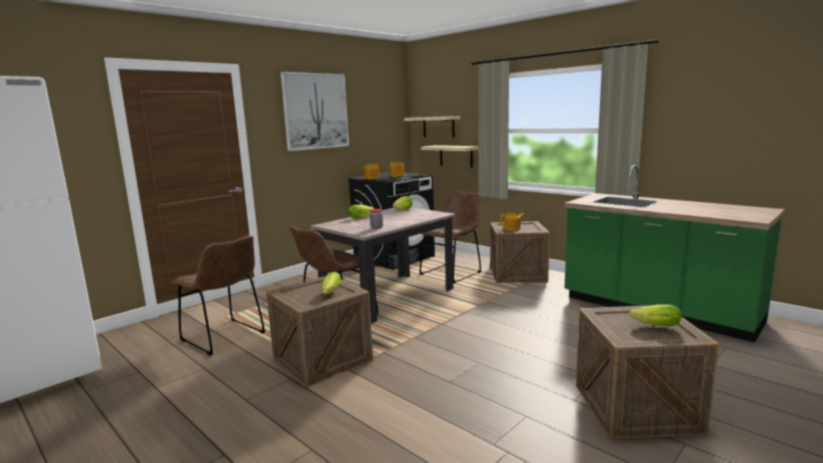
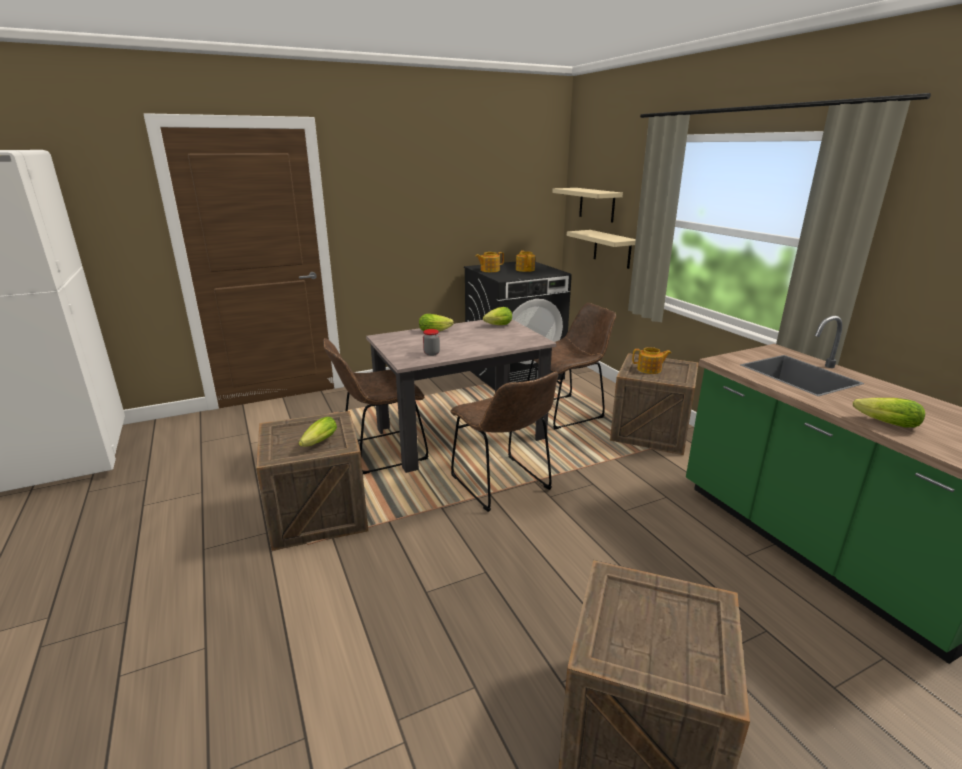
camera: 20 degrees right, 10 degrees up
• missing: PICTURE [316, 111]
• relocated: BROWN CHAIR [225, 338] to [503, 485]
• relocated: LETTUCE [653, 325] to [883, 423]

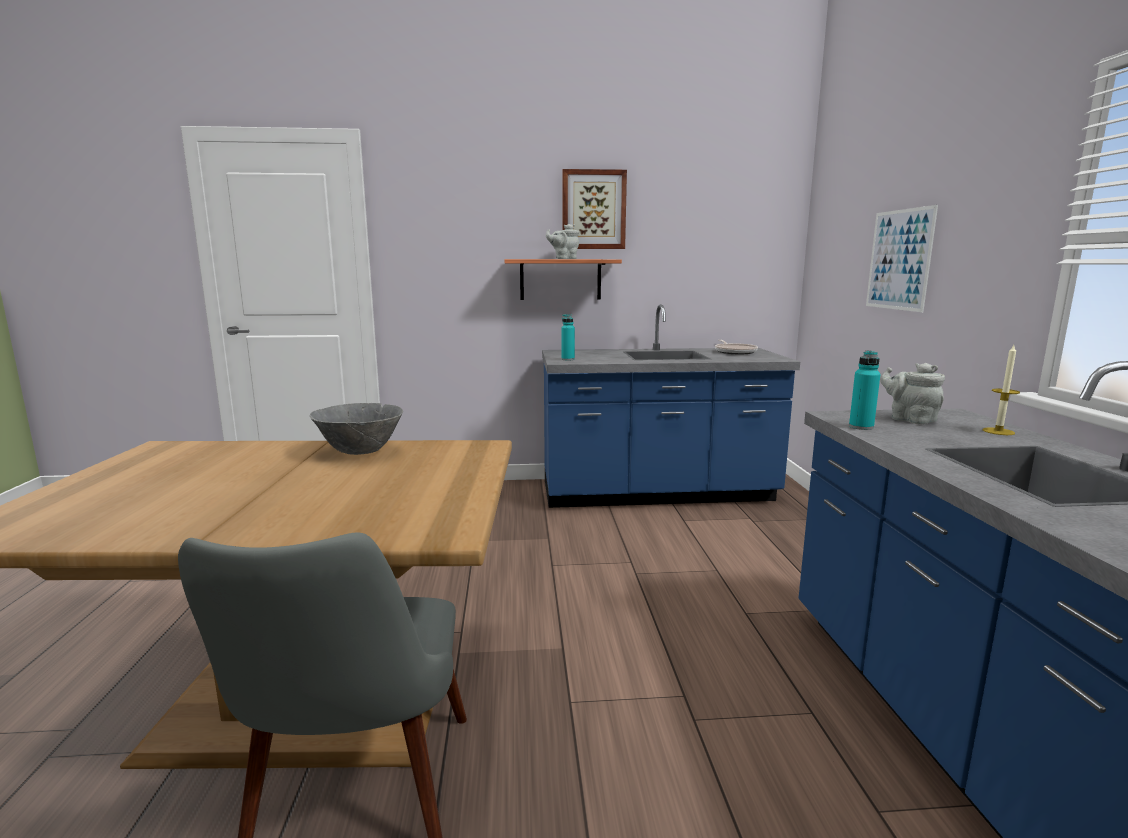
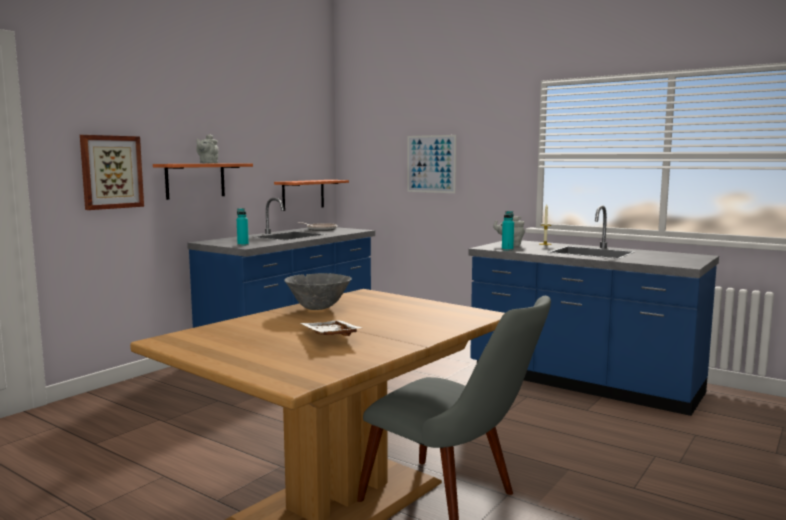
camera: 50 degrees left, 5 degrees down
• appeared: SHELF [303, 194]
• appeared: WHITE TRAY [329, 337]
• relocated: PICTURE [593, 210] to [111, 172]

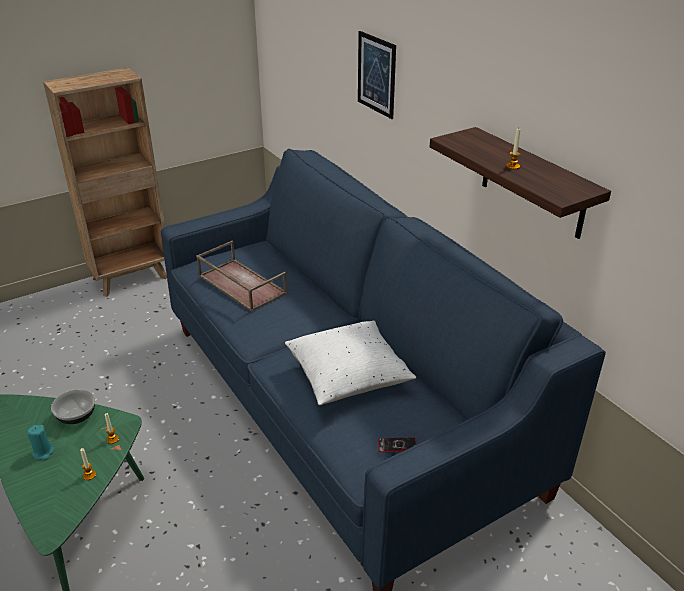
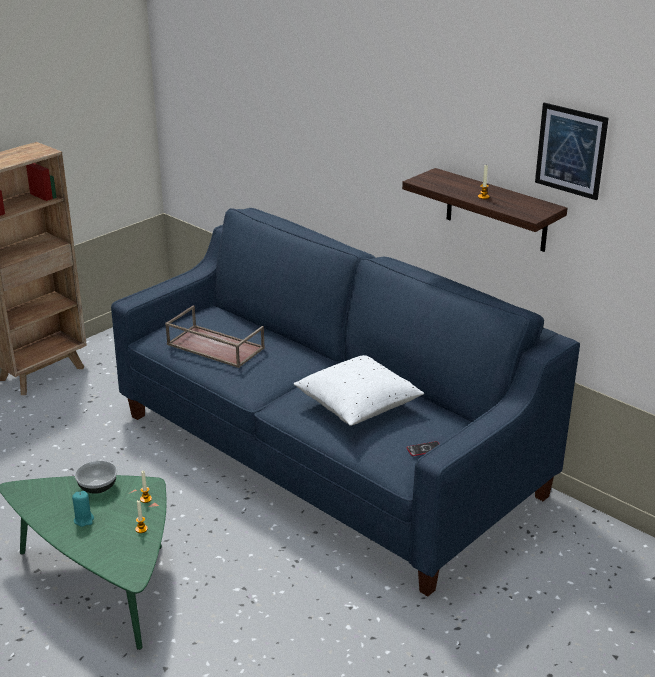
camera: 15 degrees left, 5 degrees down
• relocated: PICTURE [376, 74] to [570, 151]

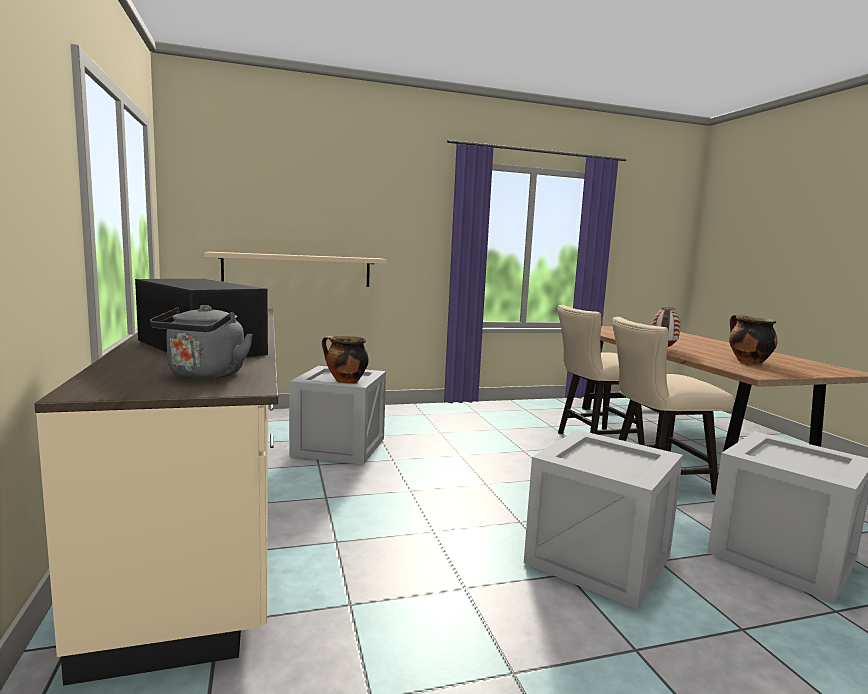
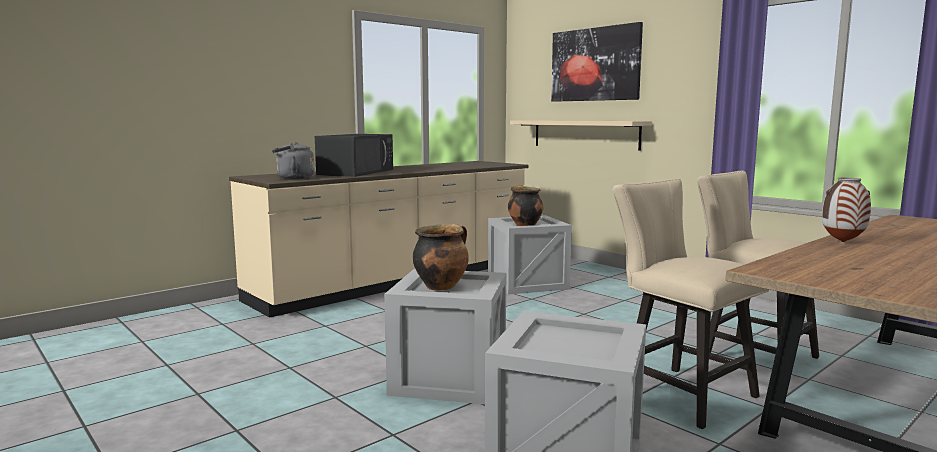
camera: 65 degrees right, 0 degrees up
• appeared: PICTURE [595, 64]
• relocated: COOKING POT [748, 362] to [441, 286]

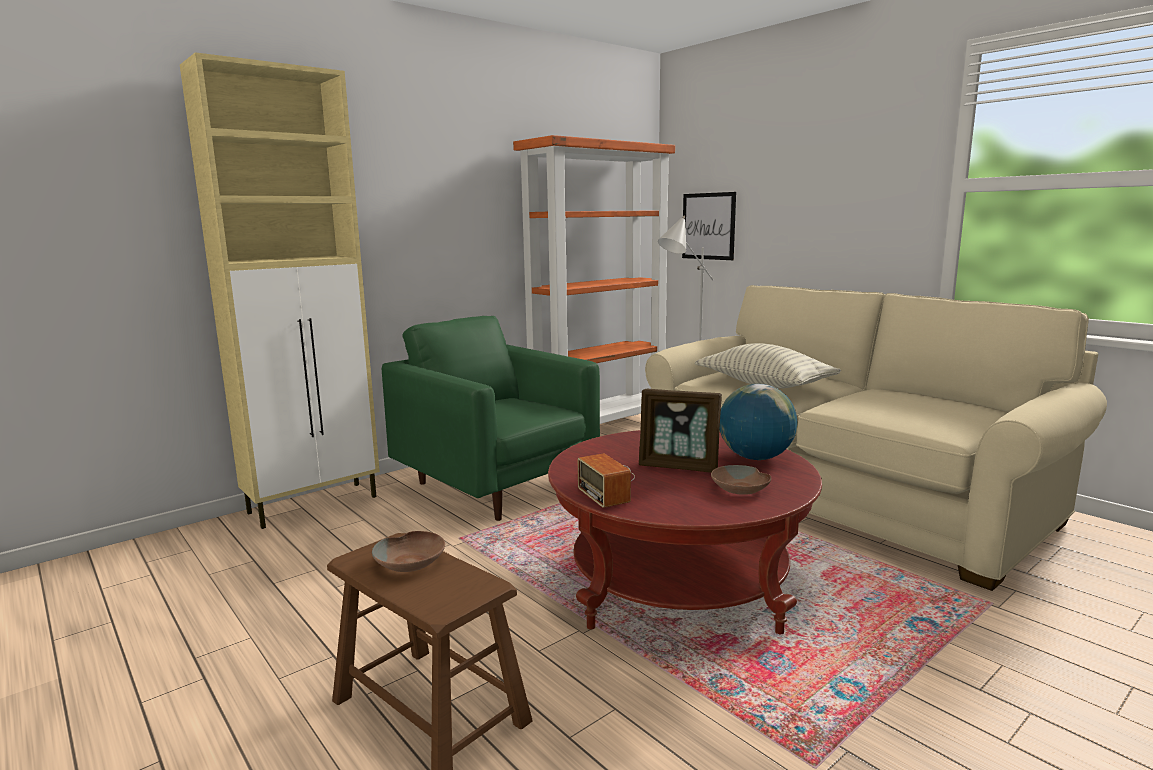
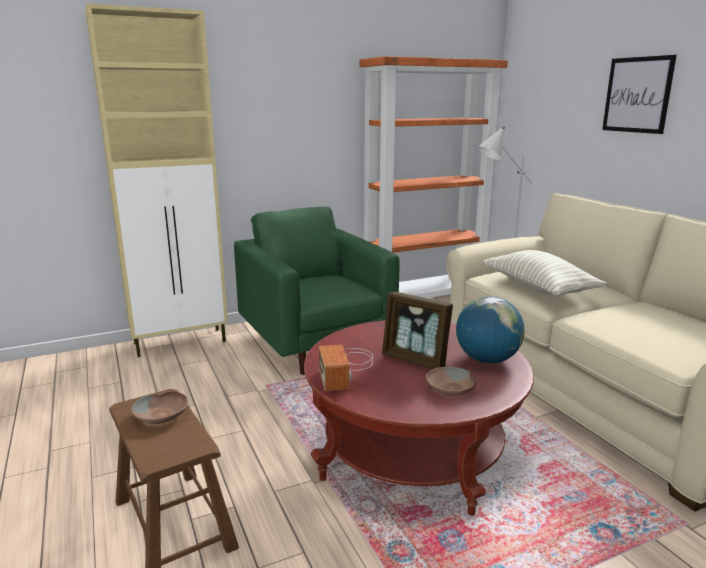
camera: 15 degrees right, 5 degrees up
• relocated: PICTURE [708, 226] to [637, 95]

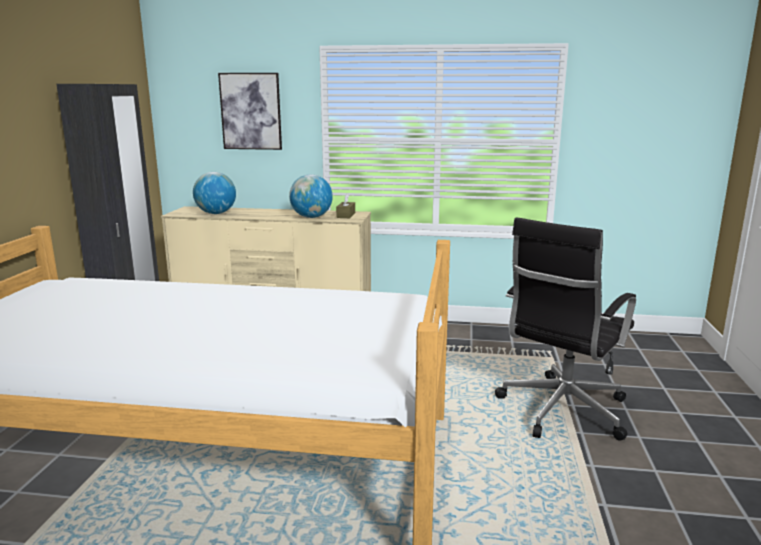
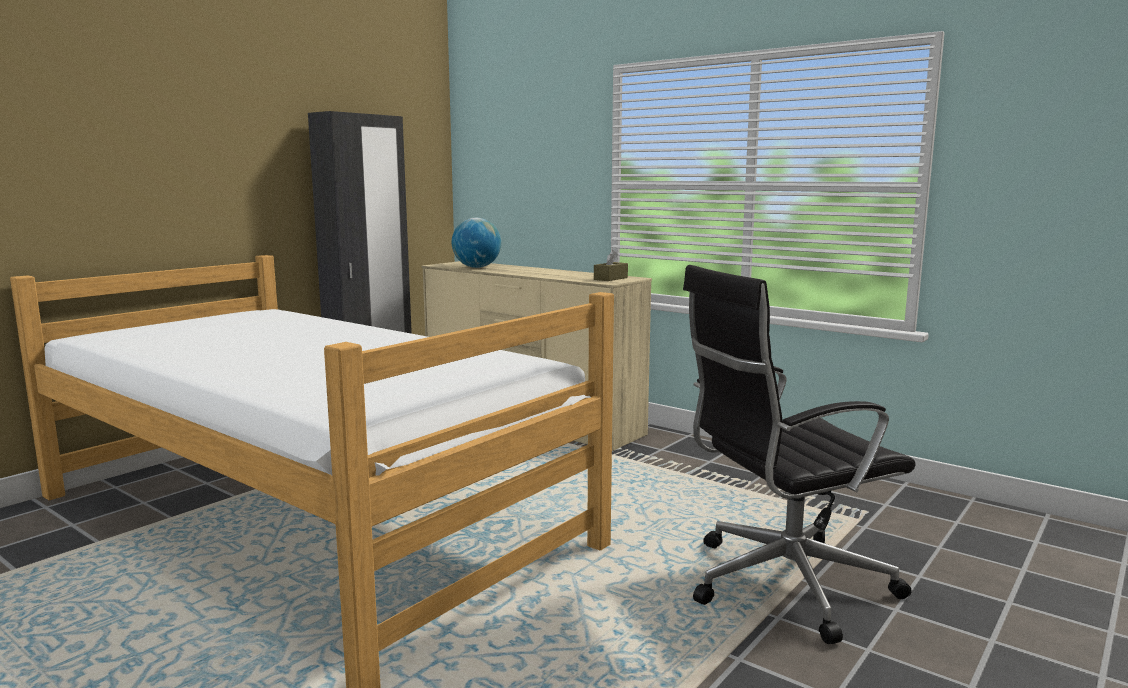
camera: 30 degrees right, 5 degrees down
• missing: PICTURE [251, 111]
• missing: GLOBE [311, 217]

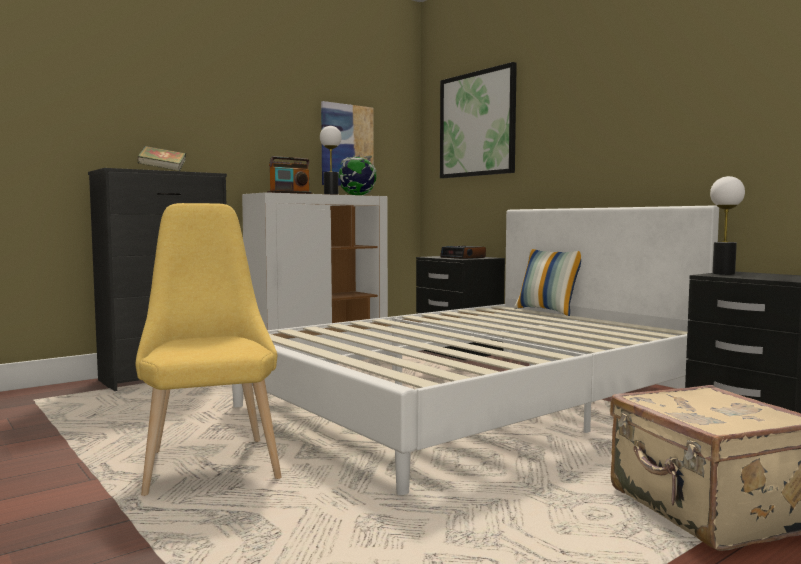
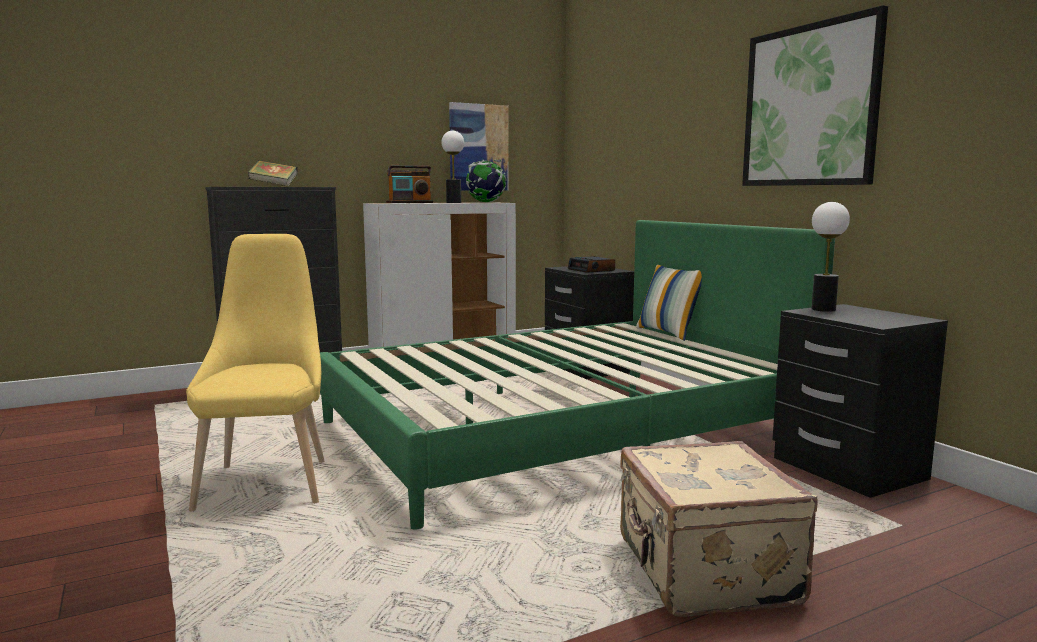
camera: 10 degrees right, 5 degrees up
• relocated: PICTURE [477, 124] to [809, 106]
• colour: WHITE BED [476, 402] to GREEN BED [561, 430]

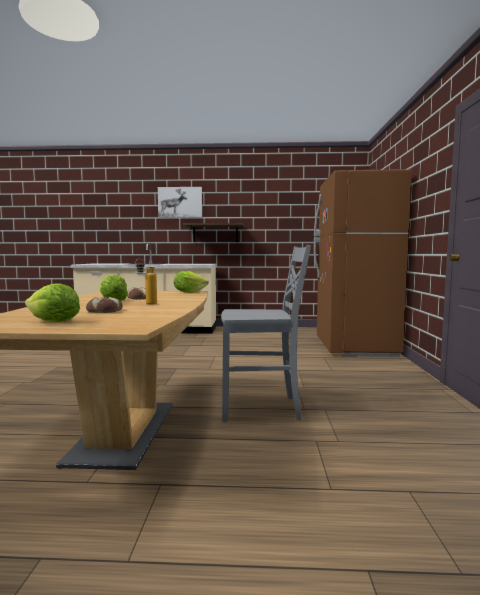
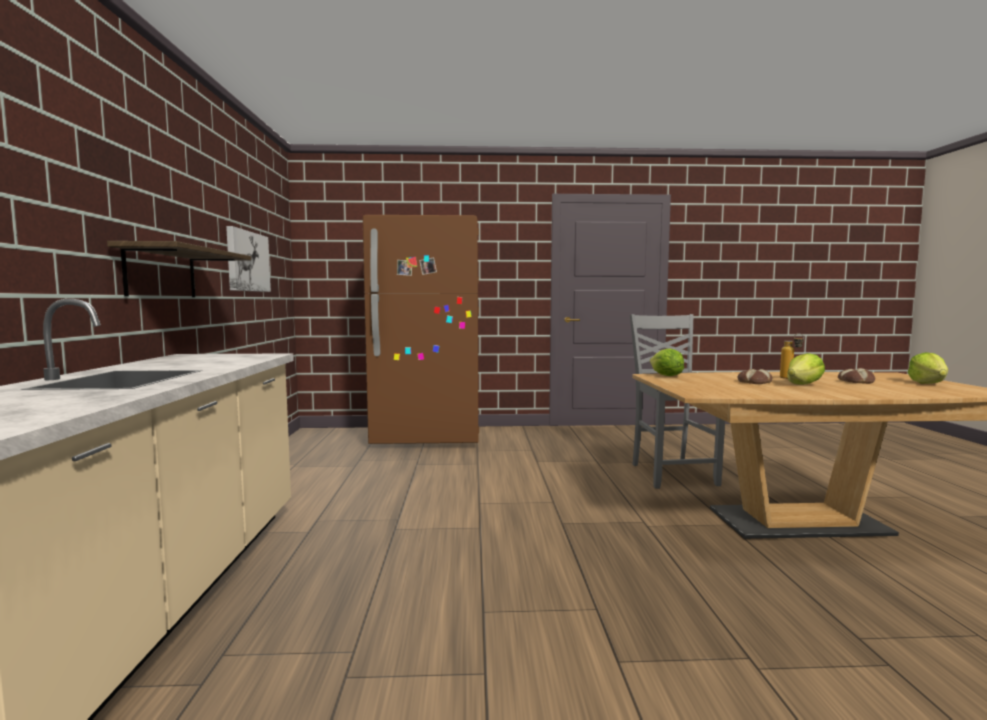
camera: 95 degrees left, 0 degrees up
• relocated: PICTURE [180, 202] to [247, 261]

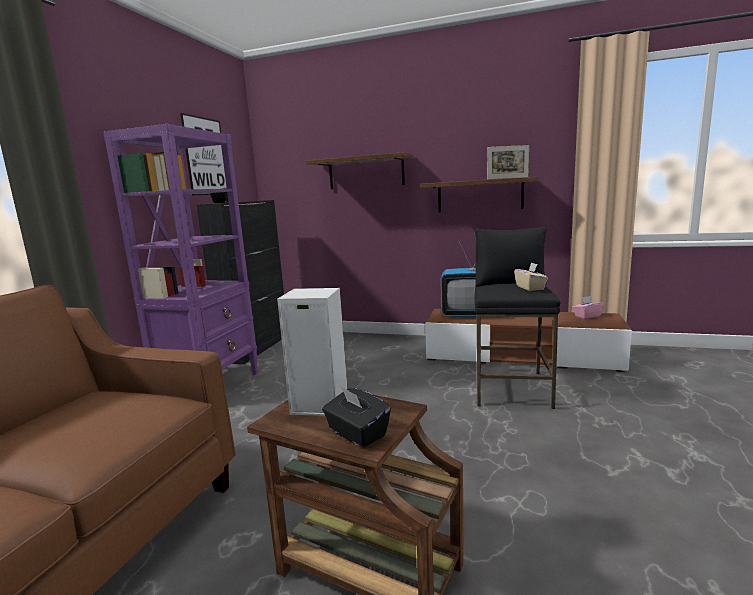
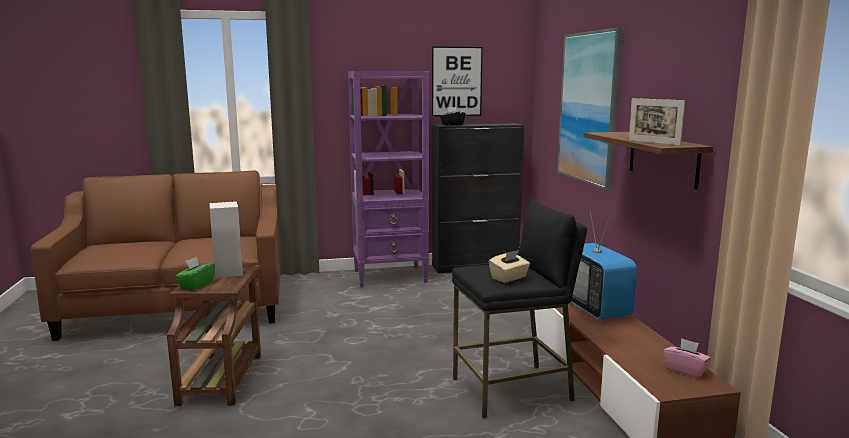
camera: 60 degrees right, 0 degrees up
• exchanged: SHELF [366, 172] to PICTURE [589, 108]
• colour: BLACK TISSUE BOX [356, 433] to GREEN TISSUE BOX [196, 285]

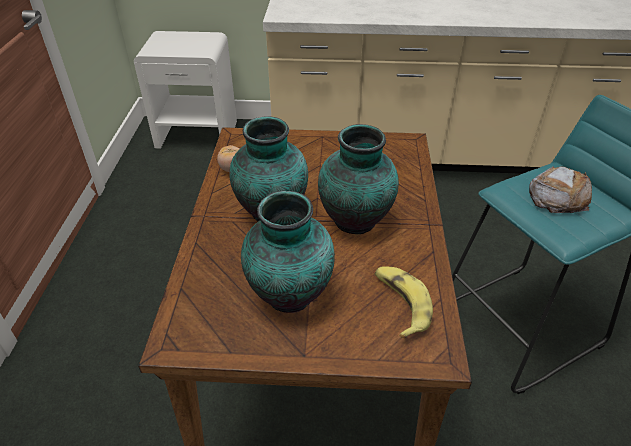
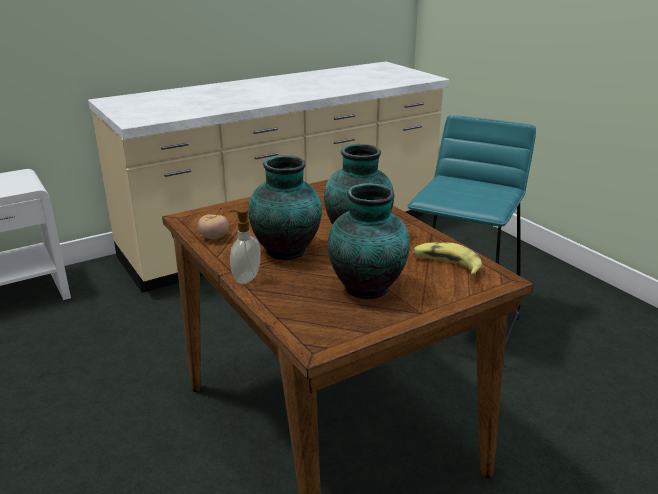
camera: 35 degrees left, 15 degrees down
• missing: BREAD [558, 196]
• appeared: SOAP DISPENSER [245, 278]

